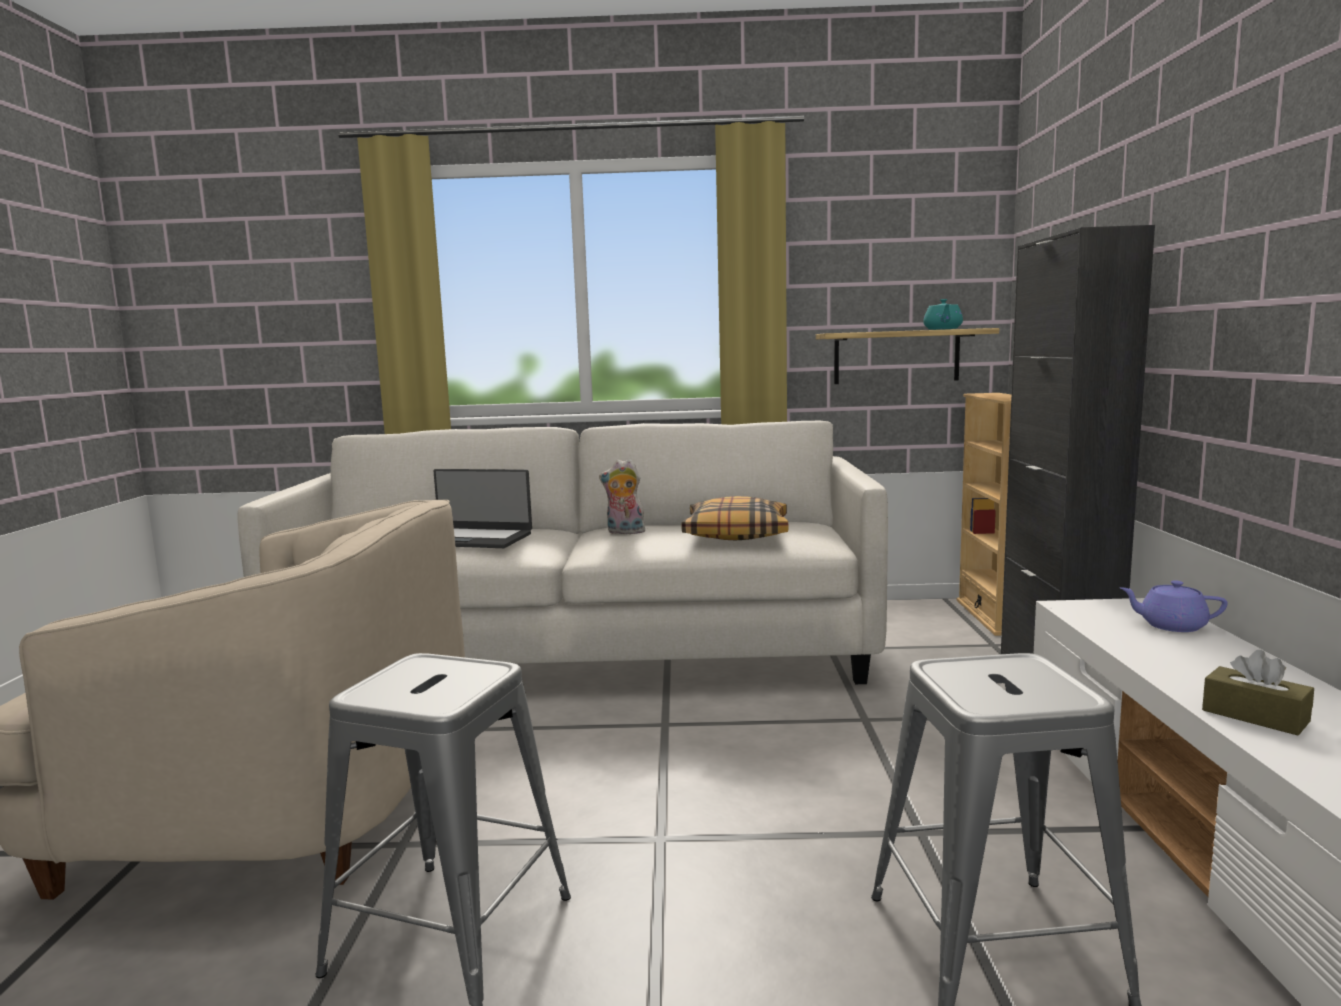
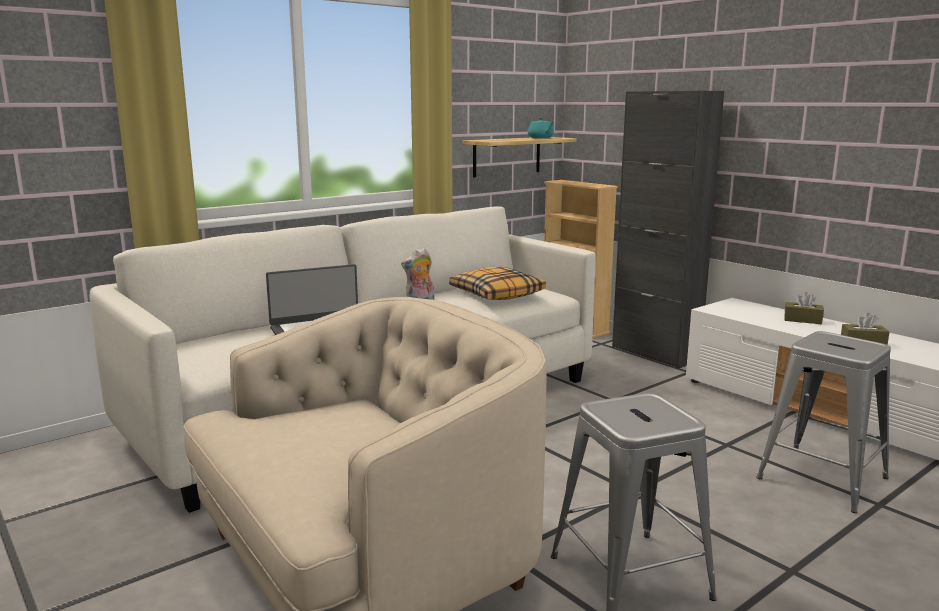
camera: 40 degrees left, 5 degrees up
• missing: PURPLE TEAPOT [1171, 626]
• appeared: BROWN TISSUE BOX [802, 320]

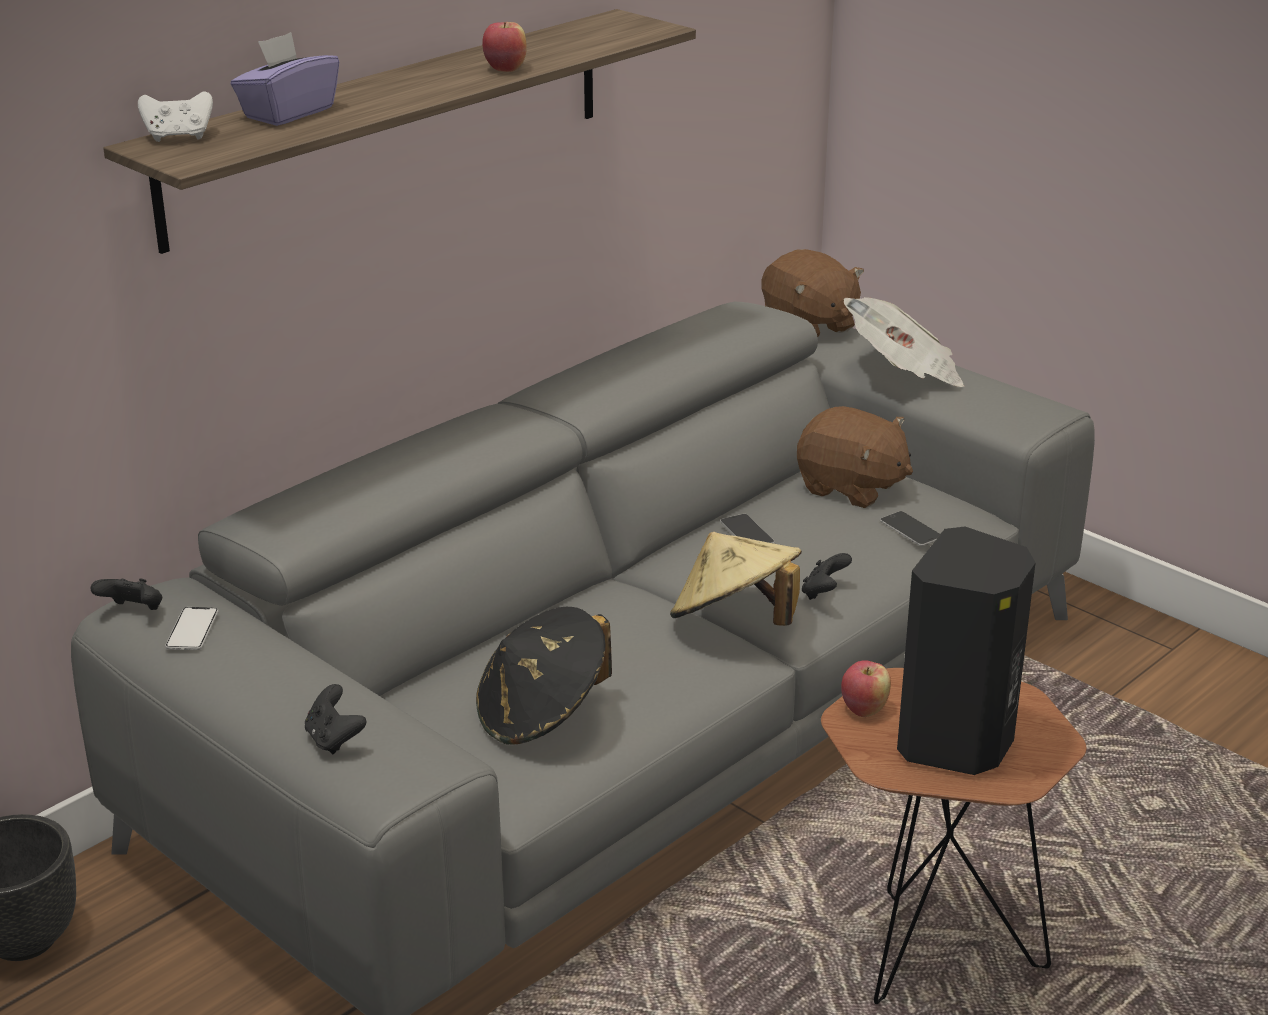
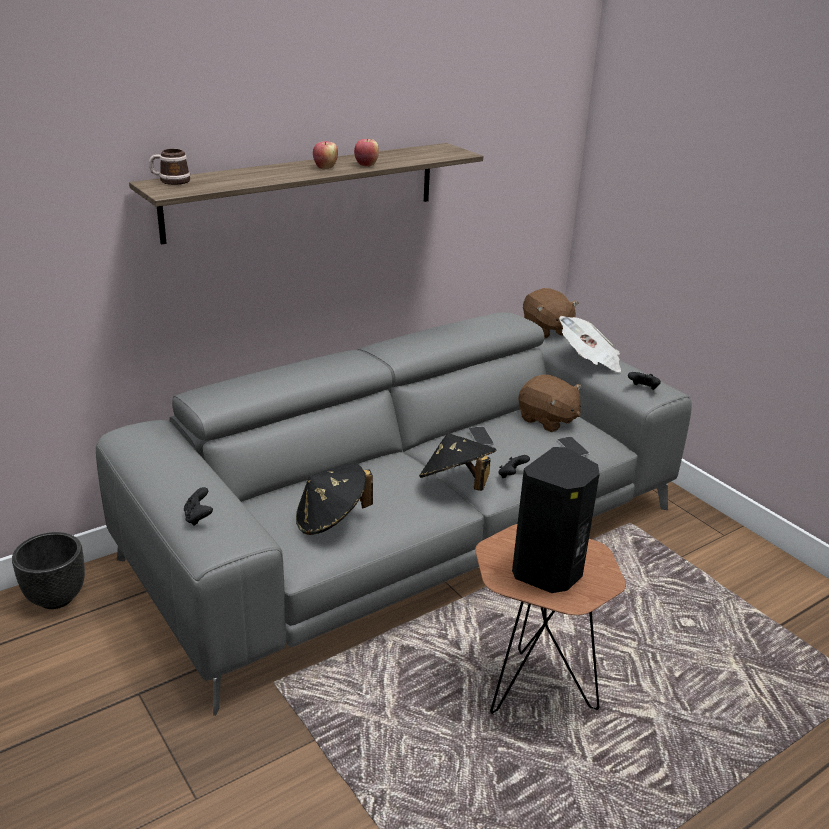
camera: 10 degrees right, 0 degrees up
• missing: PHONE [192, 630]
• missing: PURPLE TISSUE BOX [288, 113]
• relocated: BLACK GAME CONTROLLER [133, 611] to [643, 389]
• relocated: APPLE [864, 709] to [325, 167]
• exchanged: WHITE GAME CONTROLLER [179, 137] to MUG [170, 181]
• colour: BEIGE HAT [735, 622] to BLACK HAT [456, 484]

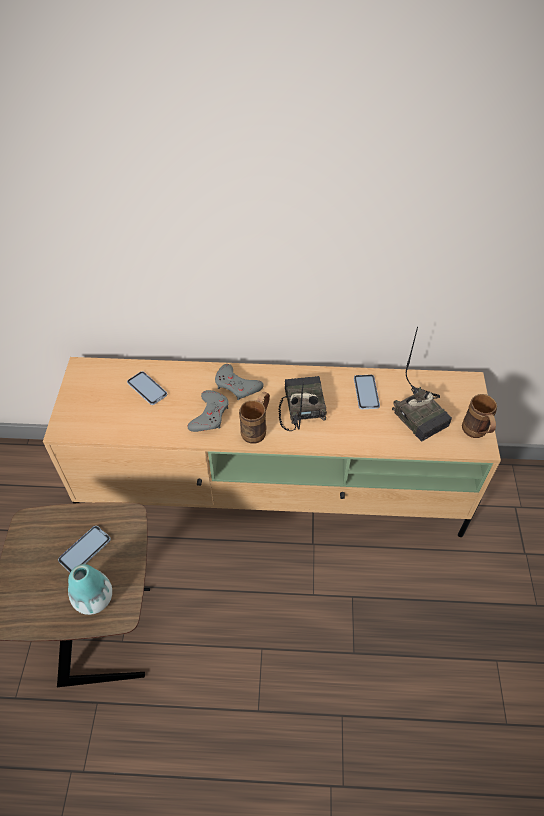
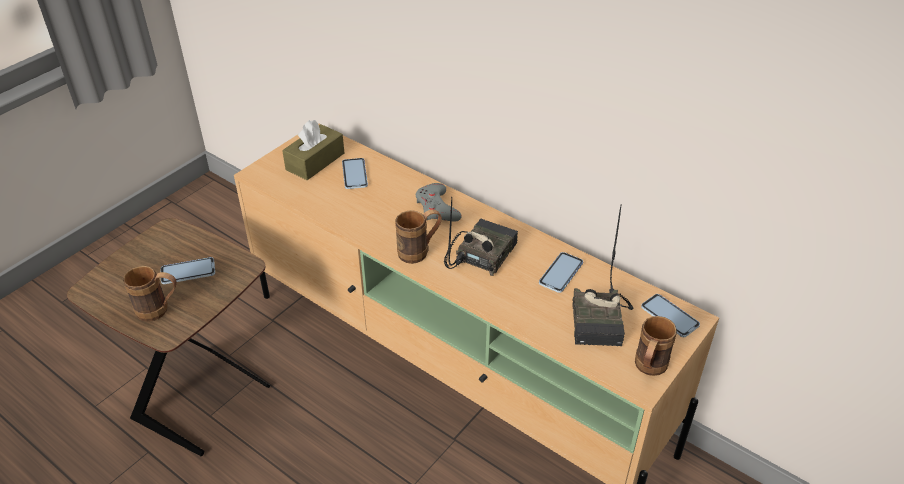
camera: 35 degrees right, 10 degrees down
• missing: GREY GAME CONTROLLER [210, 415]
• appeared: BROWN TISSUE BOX [315, 161]
• appeared: PHONE [669, 316]
• exchanged: VASE [94, 599] to BROWN MUG [159, 311]

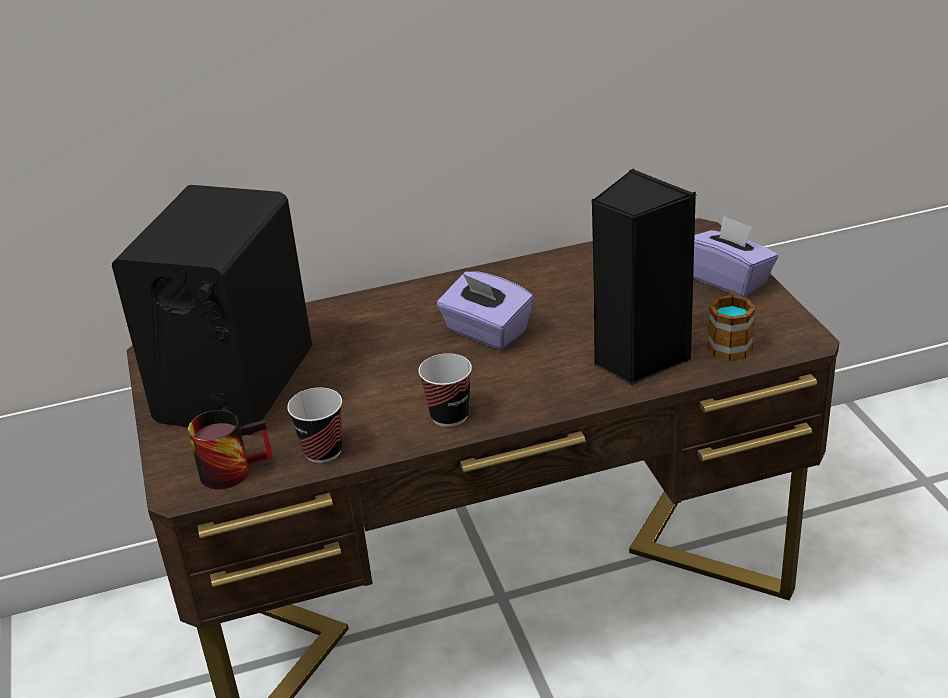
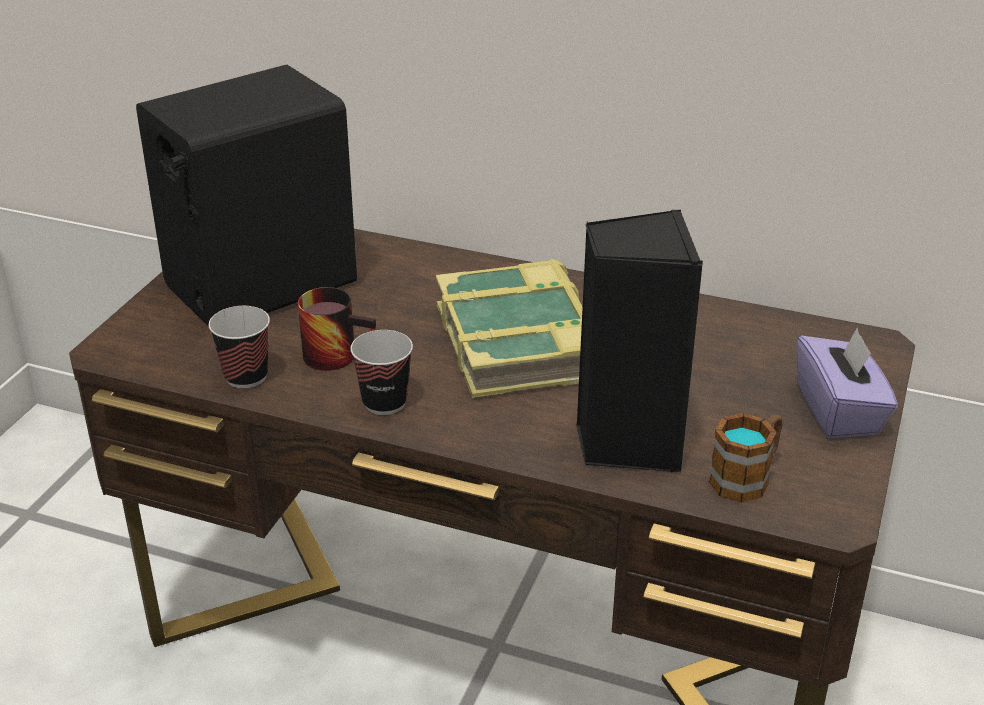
camera: 35 degrees right, 0 degrees up
• relocated: MUG [233, 468] to [340, 355]
• exchanged: PURPLE TISSUE BOX [486, 332] to BOOK [522, 342]

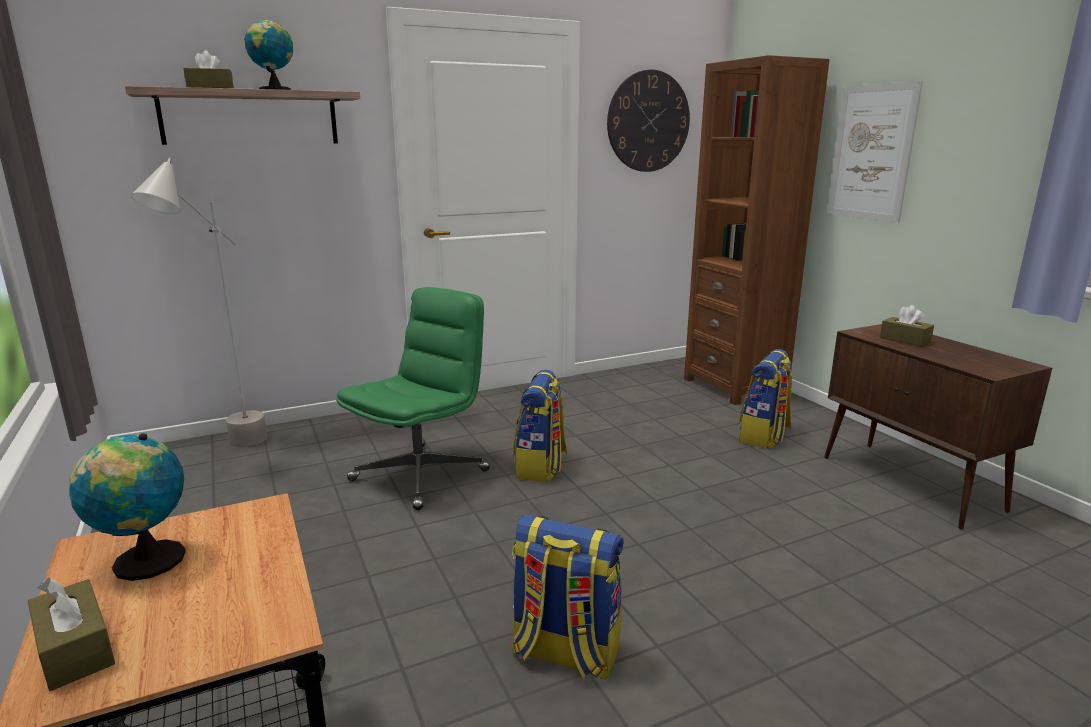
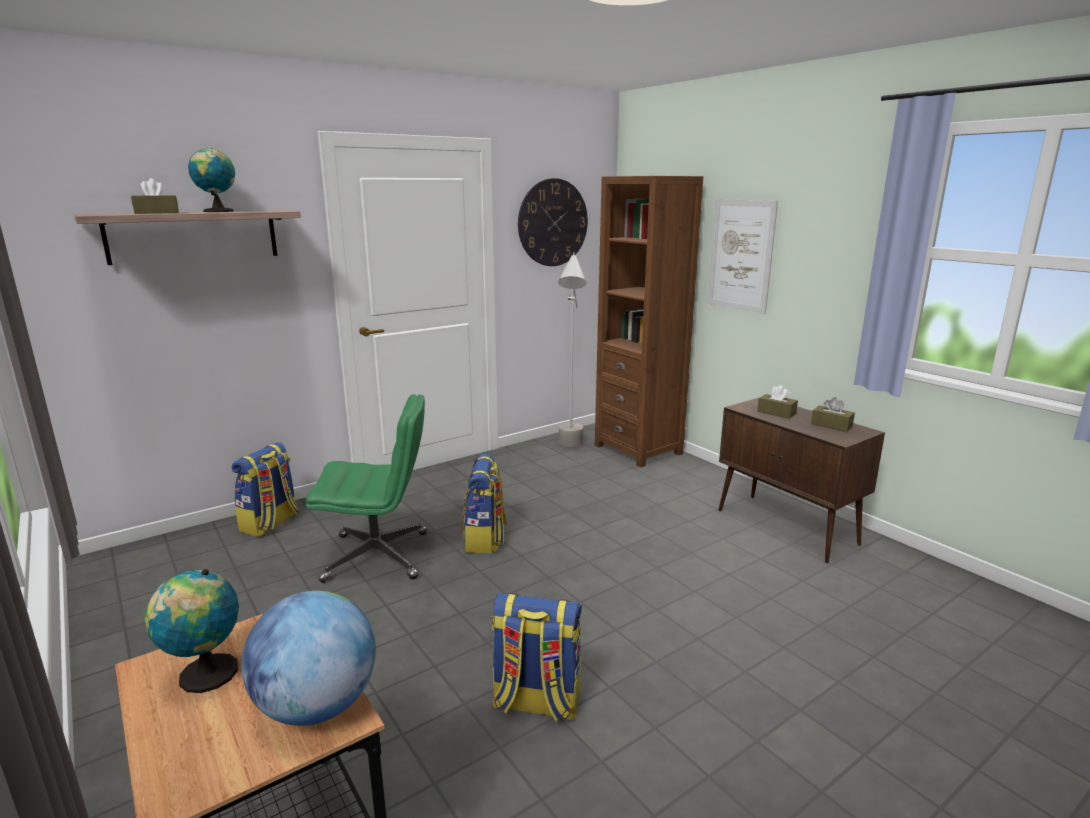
camera: 10 degrees left, 0 degrees up
• appeared: GLOBE [317, 706]
• relocated: BROWN TISSUE BOX [75, 649] to [831, 425]
• relocated: GREY FLOOR LAMP [229, 452] to [570, 450]
• relocated: BACKPACK [764, 436] to [270, 523]
• spun: GREEN OFFICE CHAIR [421, 474] = [378, 556] 60 degrees clockwise

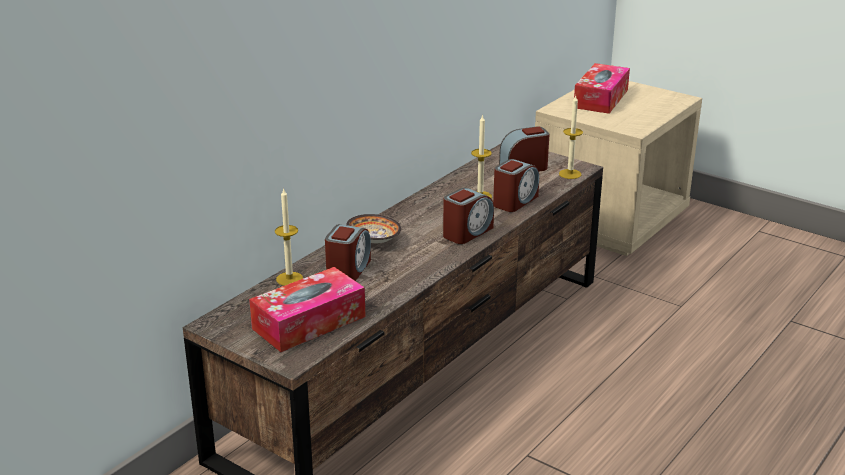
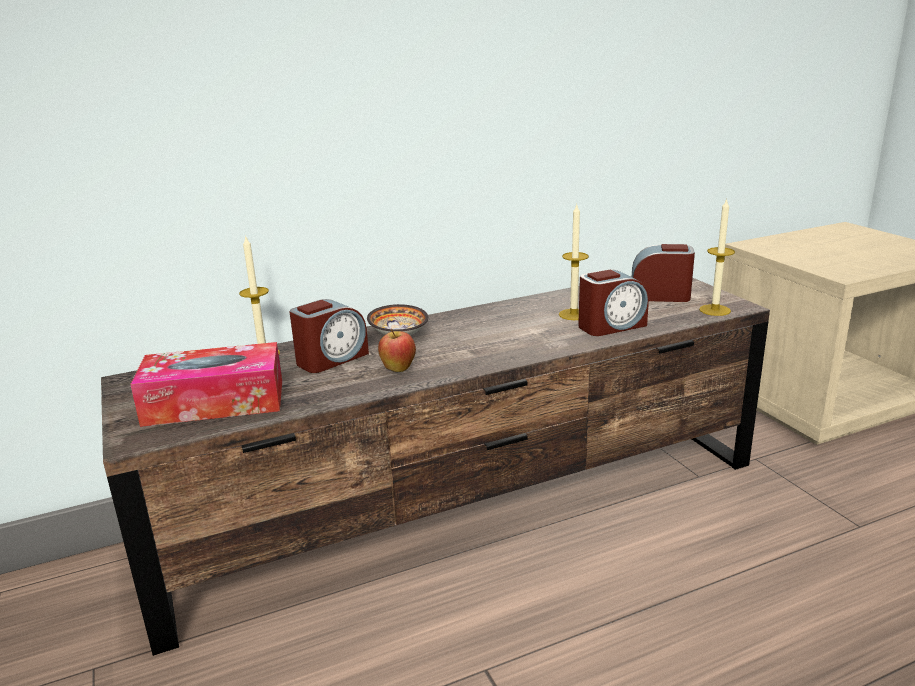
camera: 30 degrees right, 5 degrees down
• missing: ALARM CLOCK [467, 232]
• missing: TISSUE BOX [601, 99]
• appeared: APPLE [398, 370]

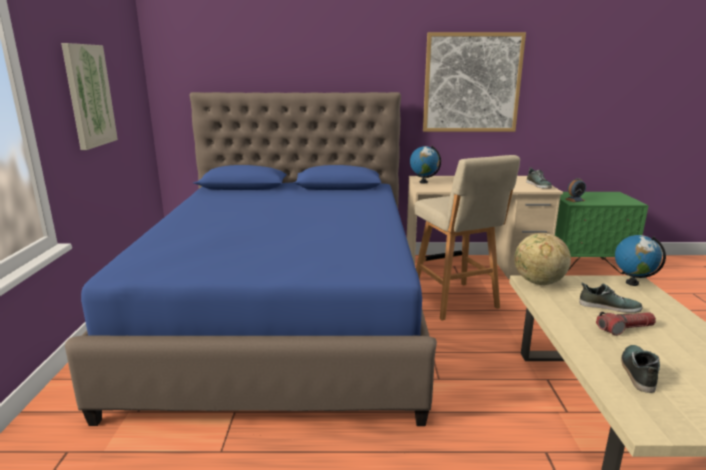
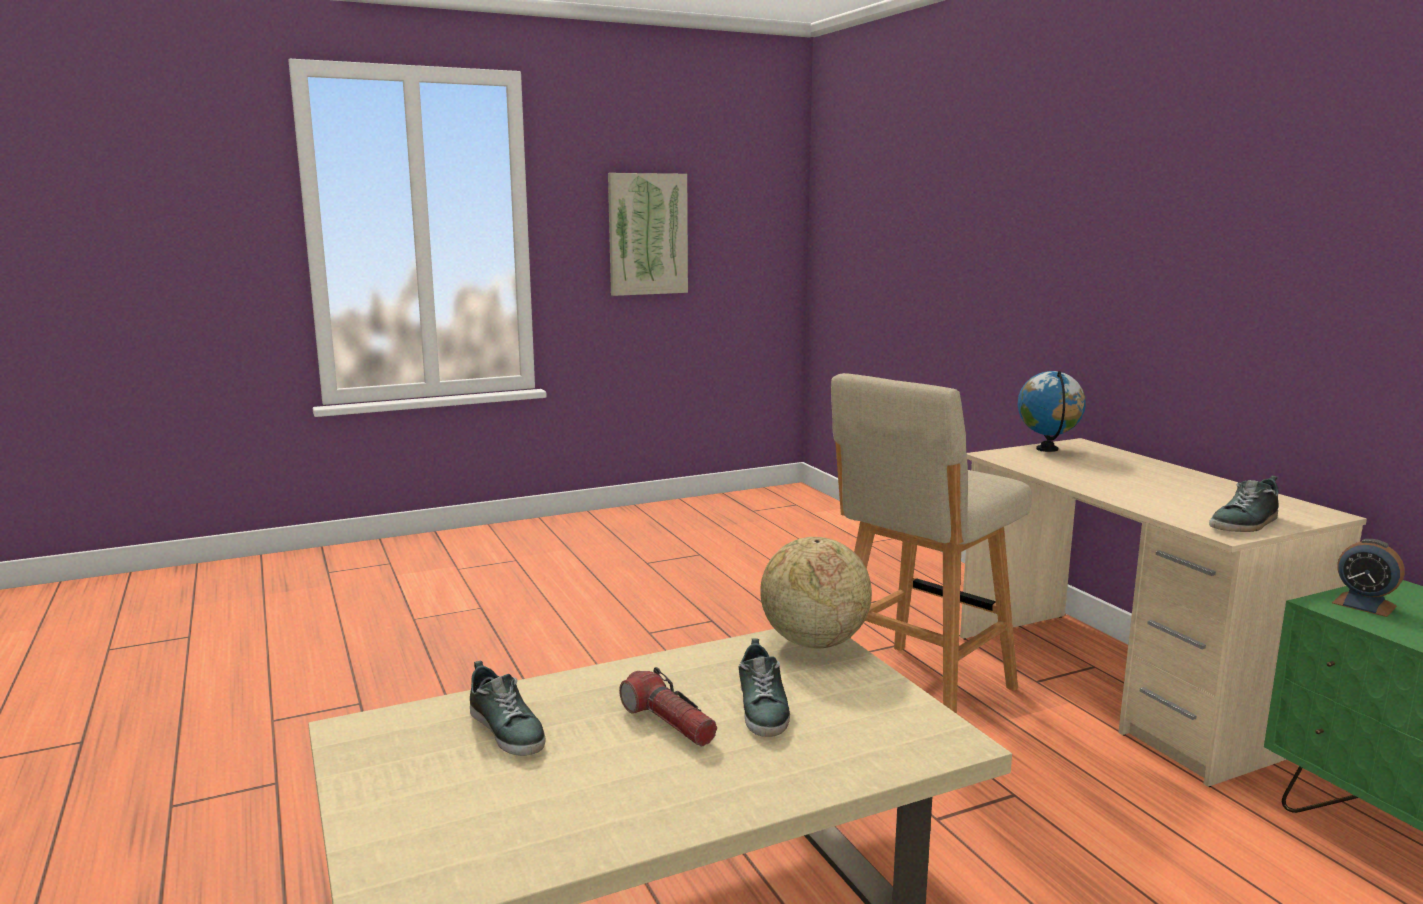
camera: 65 degrees right, 5 degrees down
• missing: BLUE BED [286, 316]
• missing: PICTURE [472, 83]
• missing: GLOBE [632, 283]
• spun: SHOE [637, 371] = [508, 729] 60 degrees clockwise

